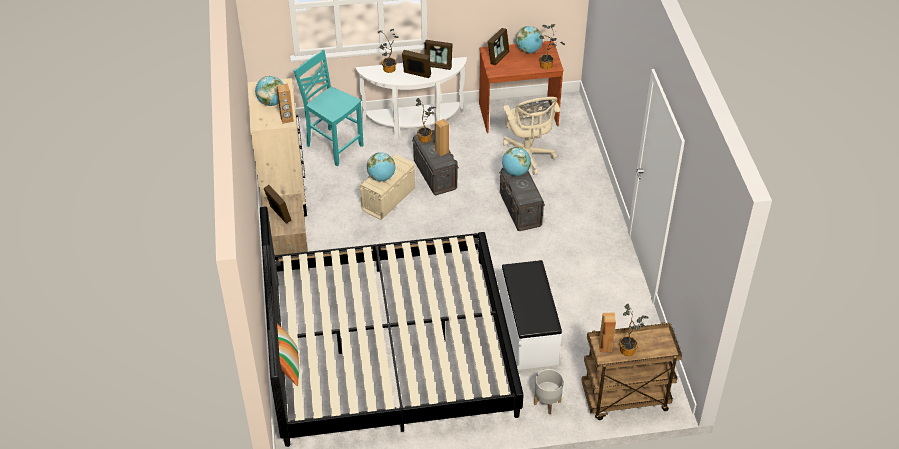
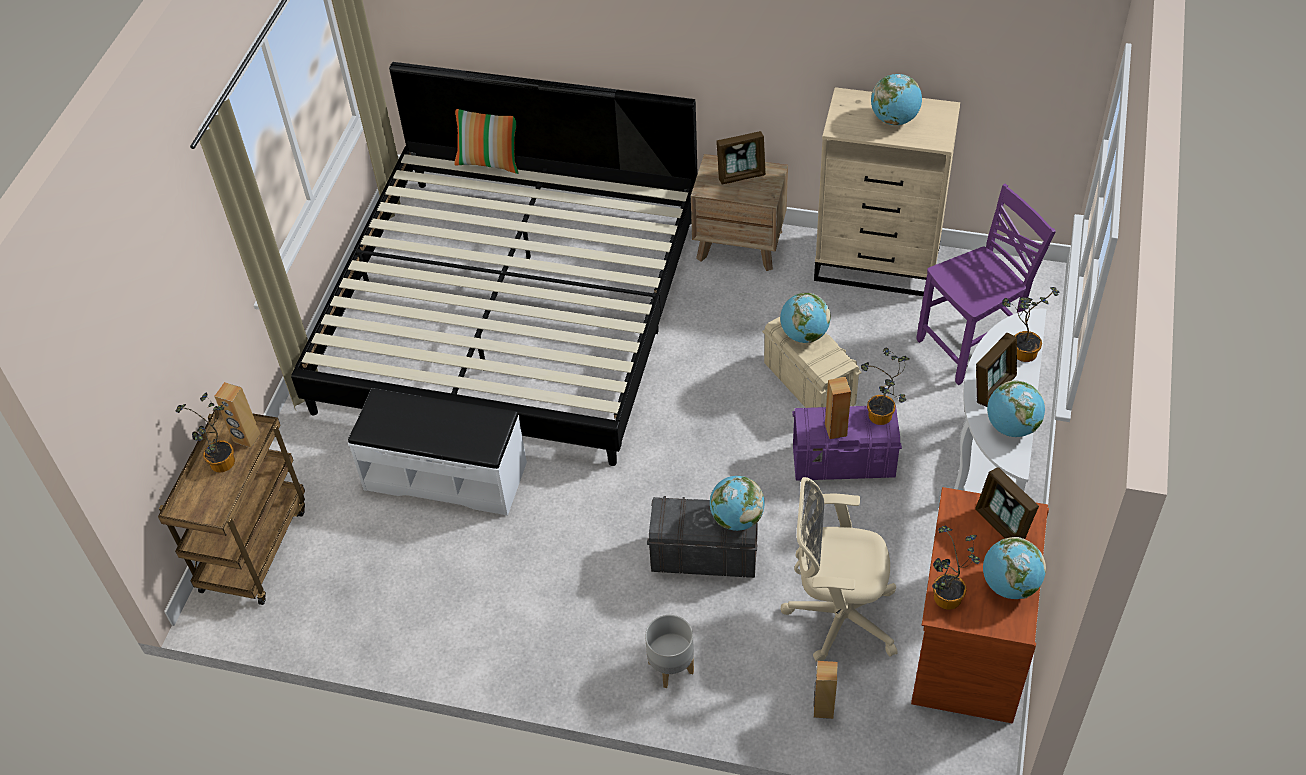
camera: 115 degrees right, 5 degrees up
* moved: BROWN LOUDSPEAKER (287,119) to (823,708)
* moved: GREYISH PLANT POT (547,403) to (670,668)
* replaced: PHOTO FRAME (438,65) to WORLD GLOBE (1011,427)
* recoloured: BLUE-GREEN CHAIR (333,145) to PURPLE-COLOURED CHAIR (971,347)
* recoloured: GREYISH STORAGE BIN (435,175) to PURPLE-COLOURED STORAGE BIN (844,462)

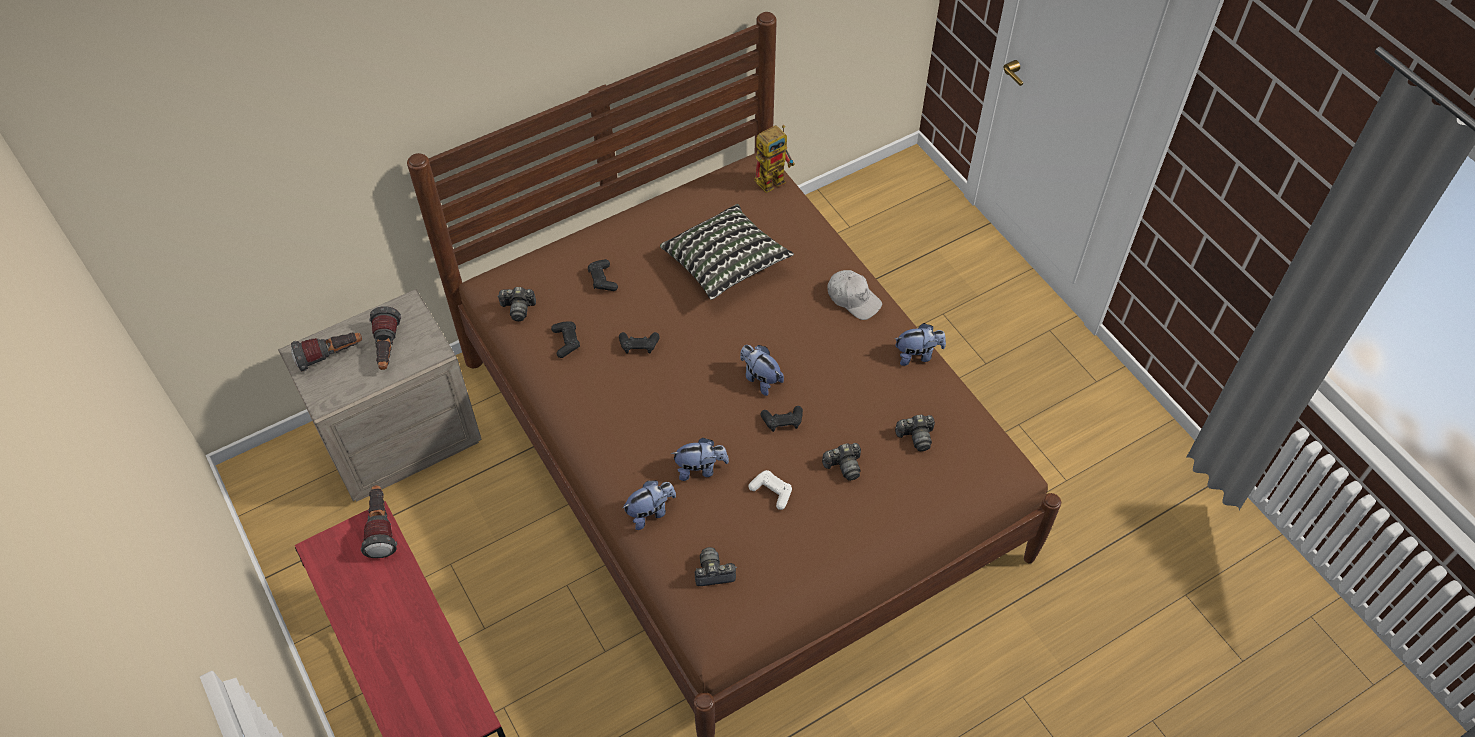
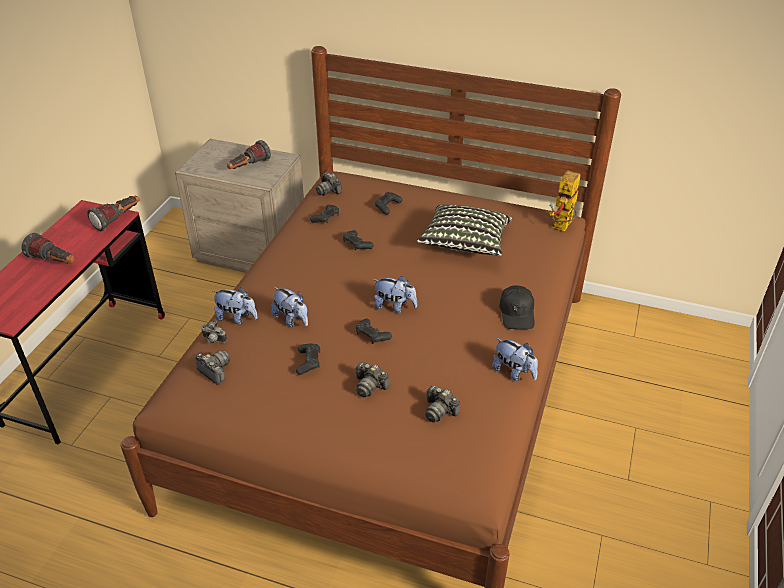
camera: 50 degrees right, 15 degrees down
* added: PHOTO CAMERA (213,340)
* moved: HAND TORCH (331,356) to (54,262)
* recoloured: WHITE GAMEPAD (771,492) to BLACK GAMEPAD (308,362)
* recoloured: WHITE CAP (853,299) to BLACK CAP (517,313)
* turned: PLUSH TOY (760,378) = (394,306) 105 degrees clockwise
* turned: ROBOT FIGURE (774,178) = (562,227) 105 degrees clockwise

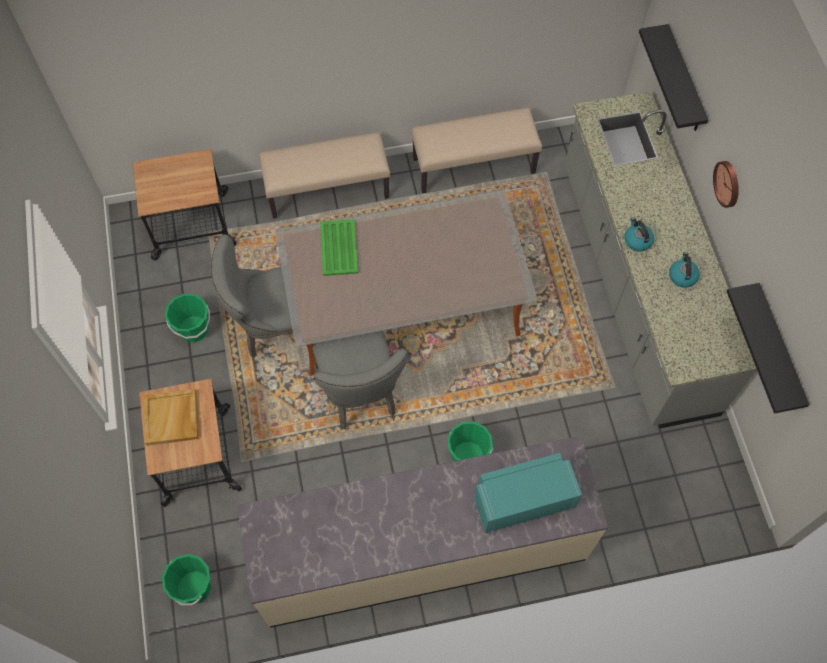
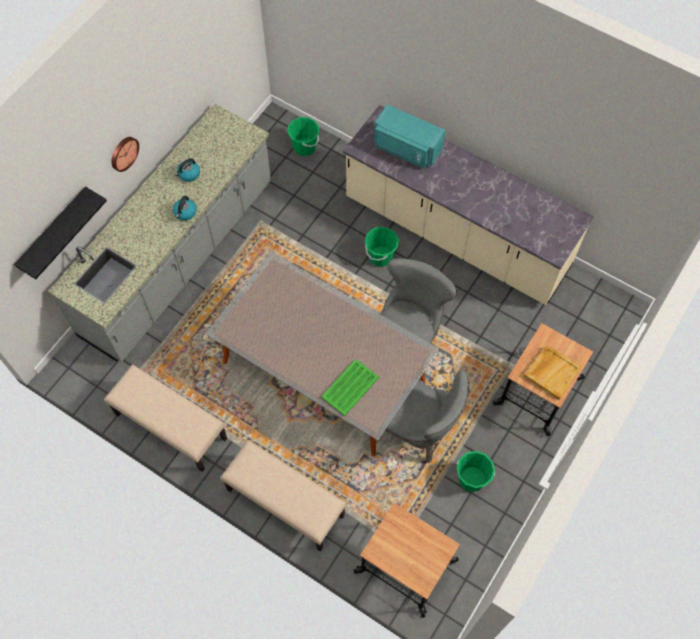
camera: 135 degrees left, 0 degrees up
* removed: BLACK WALL SHELF (777,349)
* moved: GREEN-COLOURED PAIL (194,587) to (304,147)

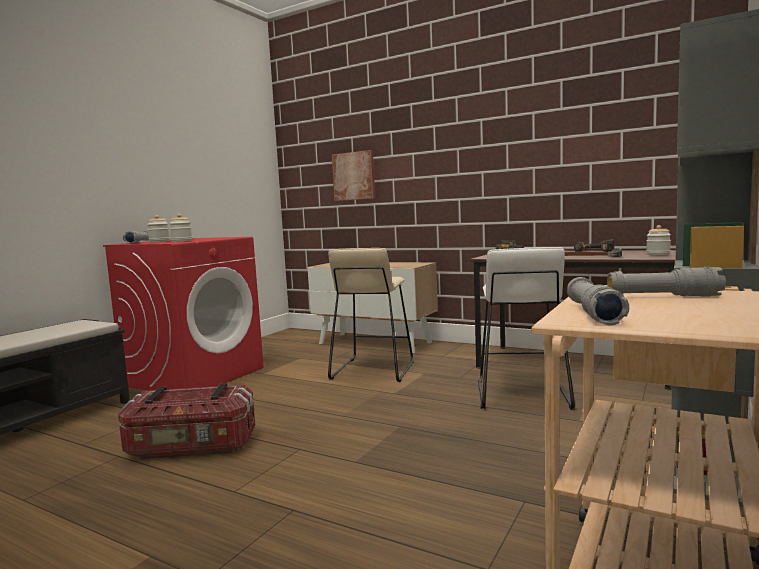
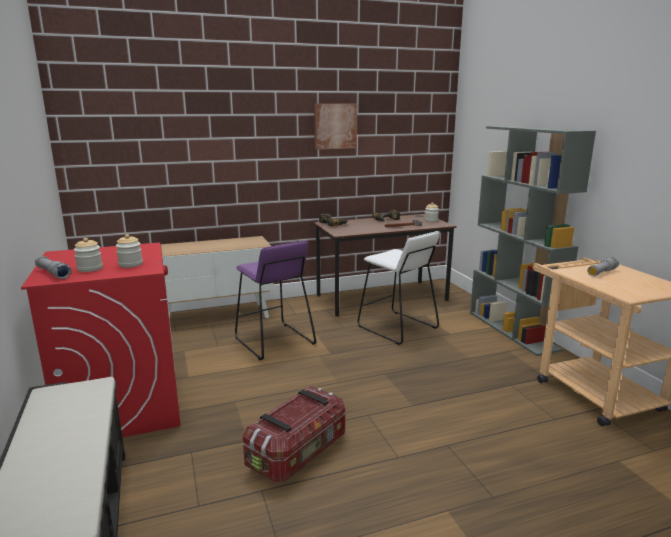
camera: 50 degrees left, 10 degrees up
* removed: GREYISH HAND TORCH (593,314)
* moved: PICTURE (354,176) to (335,126)
* recoloured: BEIGE STOOL SEAT (372,370) to PURPLE-COLOURED STOOL SEAT (273,341)

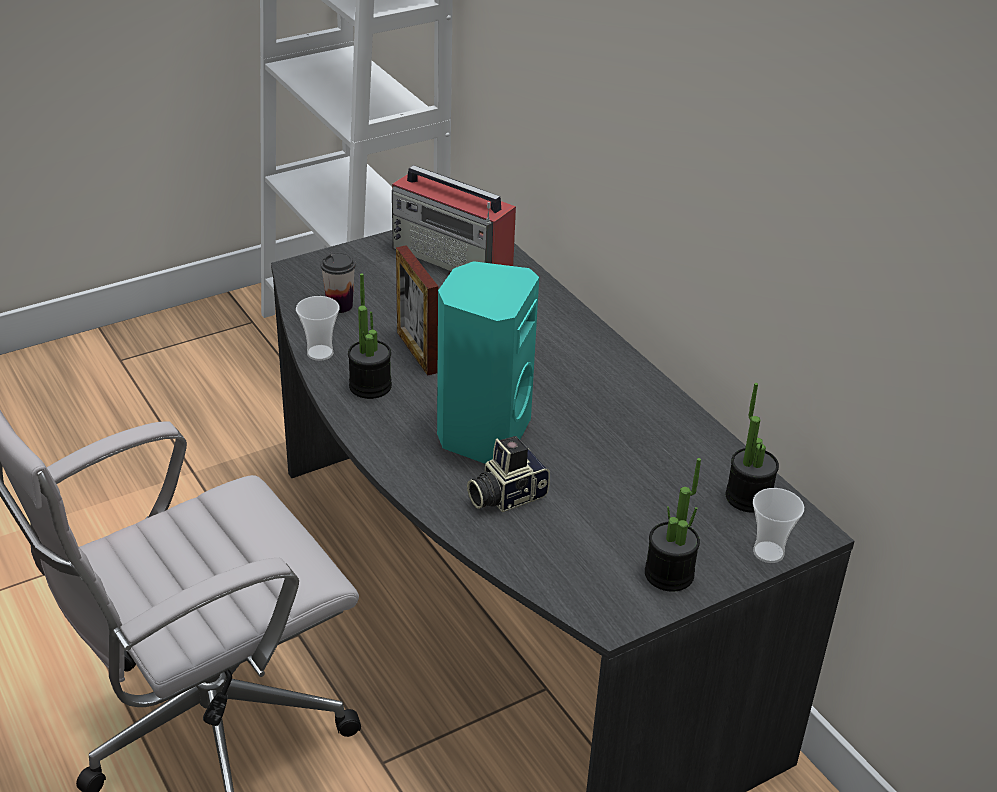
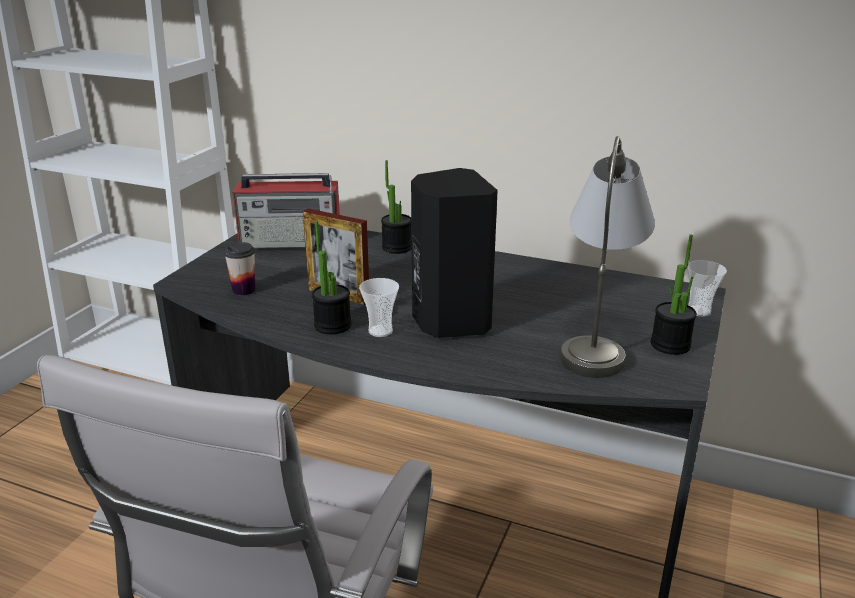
camera: 35 degrees left, 10 degrees down
* removed: PHOTO CAMERA (505,495)
* added: GREYISH TABLE LAMP (598,339)
* moved: SMALL CUP (320,353) to (380,331)
* moved: HOUSEPLANT (748,497) to (397,247)
* recoloured: BLUE-GREEN LOUDSPEAKER (481,434) to BLACK LOUDSPEAKER (449,321)

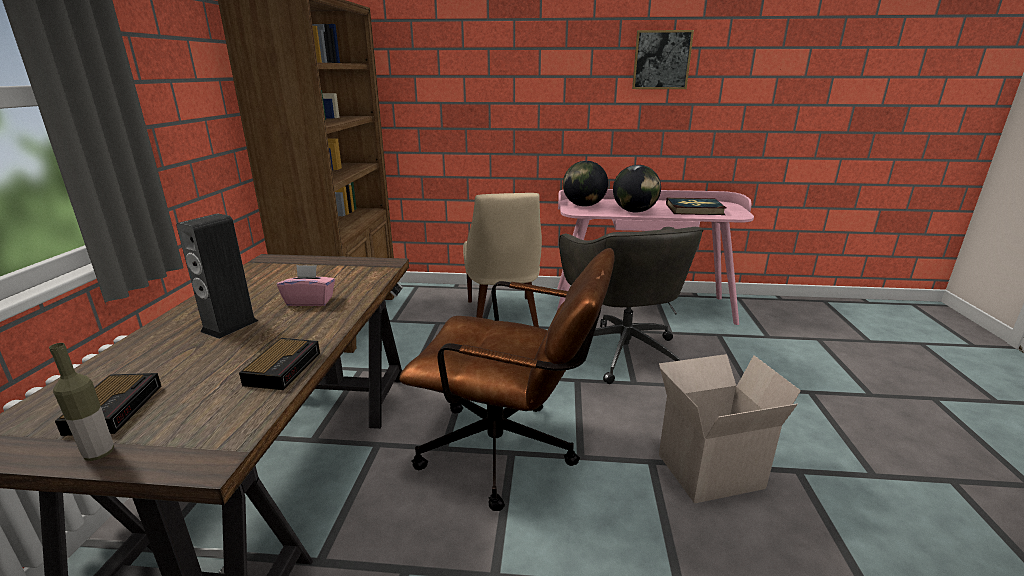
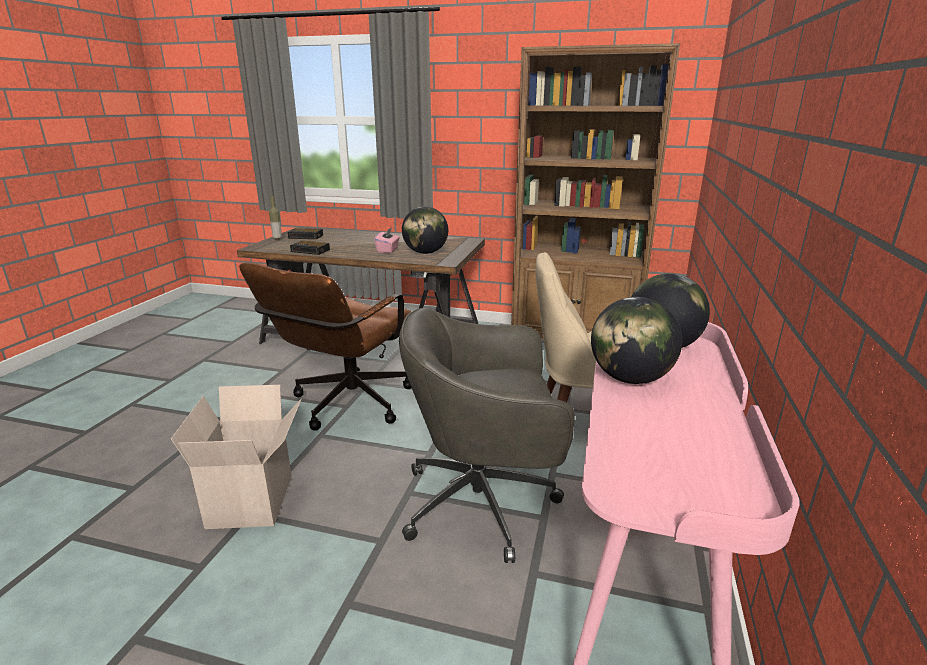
camera: 100 degrees right, 0 degrees up
* removed: LOUDSPEAKER (230,326)
* removed: PICTURE (661,60)
* removed: BOUND BOOK (694,209)
* added: WORLD GLOBE (425,253)

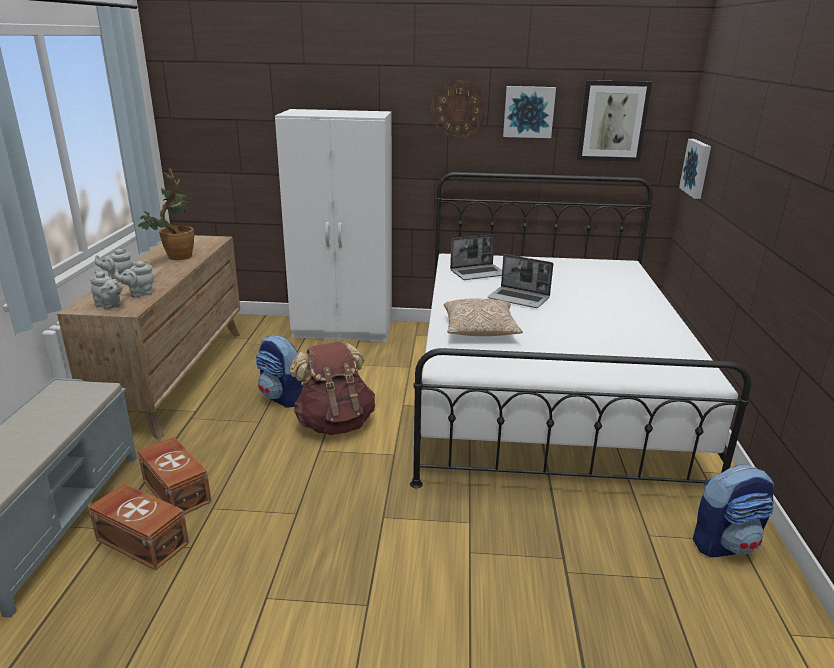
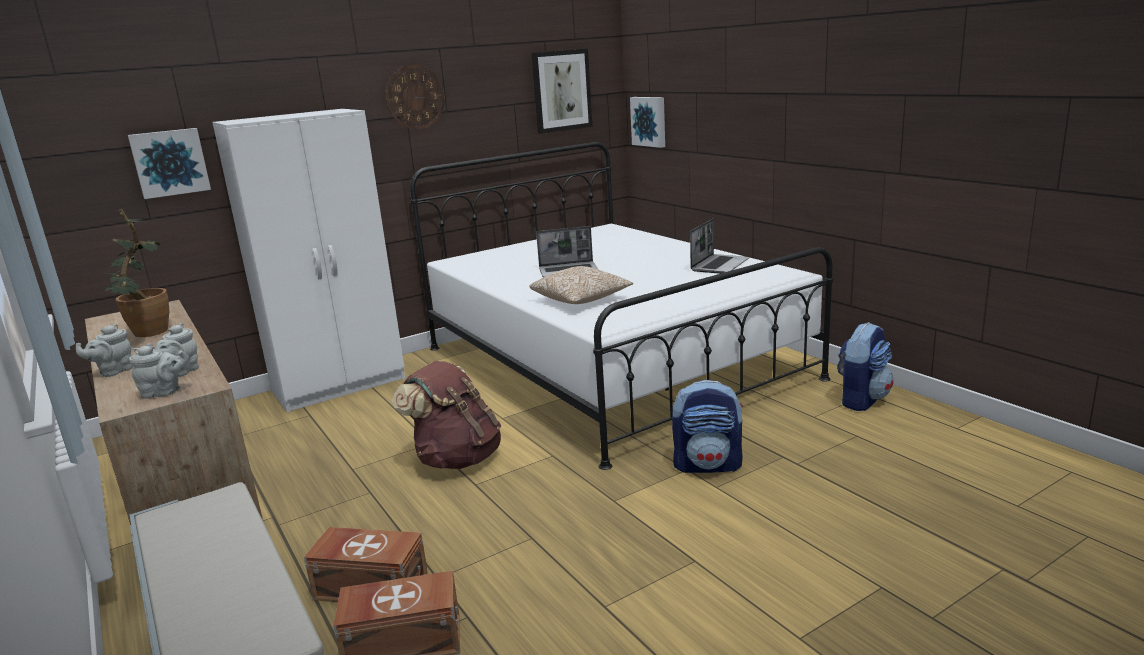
camera: 35 degrees left, 5 degrees down
* moved: KNAPSACK (283,397) to (708,465)
* moved: LAPTOP (478,273) to (719,265)
* moved: PICTURE (528,112) to (170,162)

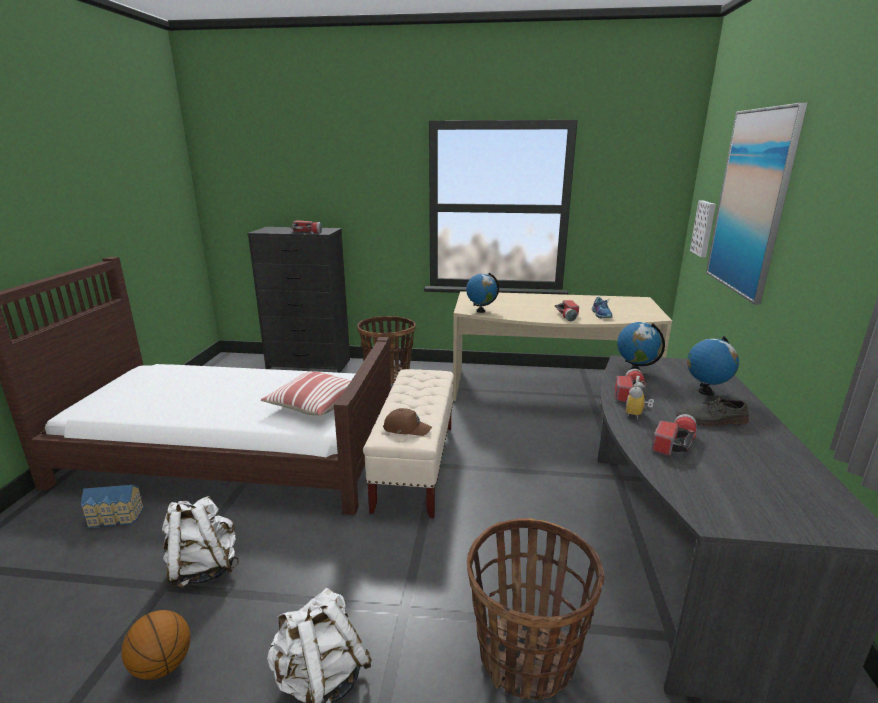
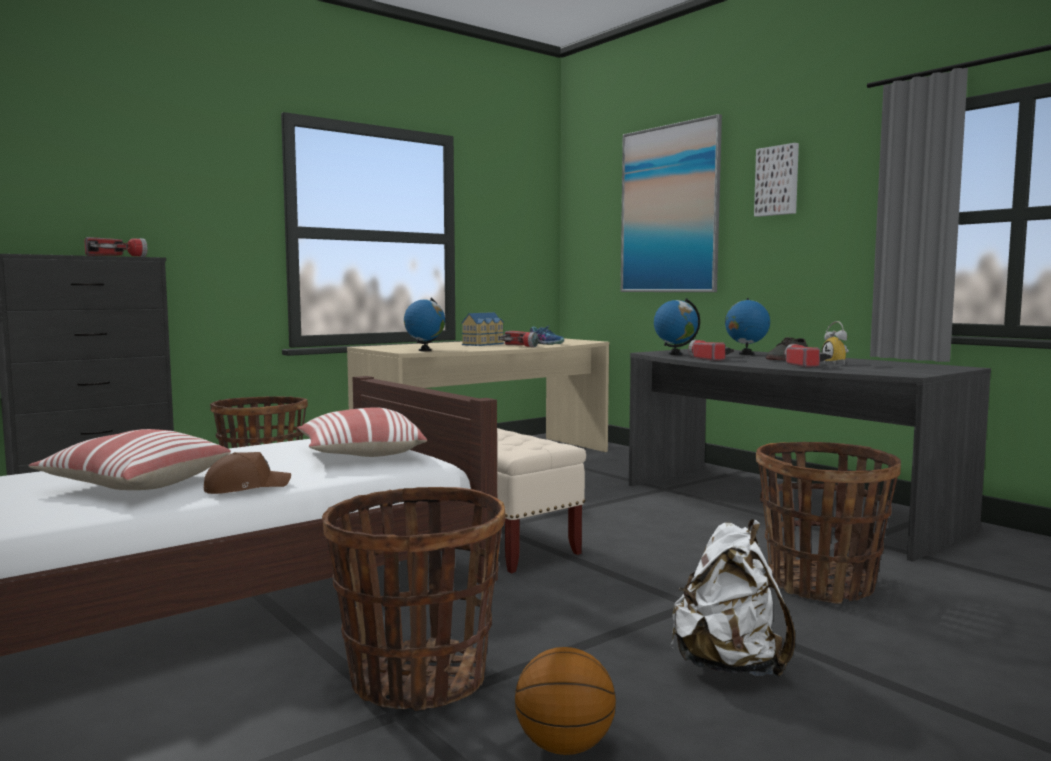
camera: 45 degrees left, 15 degrees down
* added: PILLOW (135,484)
* moved: MINIATURE HOUSE (115,518) to (484,344)
* moved: BROWN CAP (406,428) to (246,487)
* moved: BEDSIDE CLOCK (637,415) to (837,363)
* moved: PICTURE (705,228) to (777,181)
* replaced: WHITE KNAPSACK (204,568) to HOUSEHOLD BASKET (417,679)

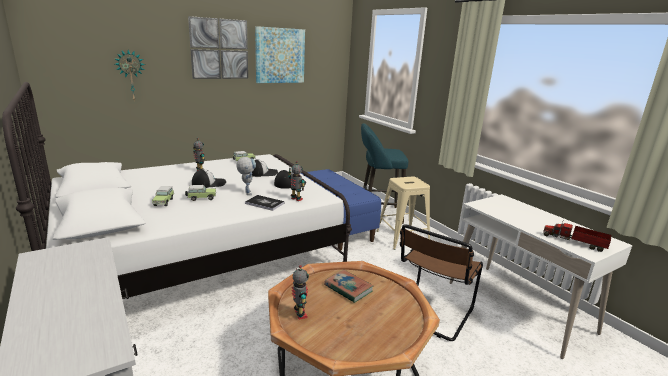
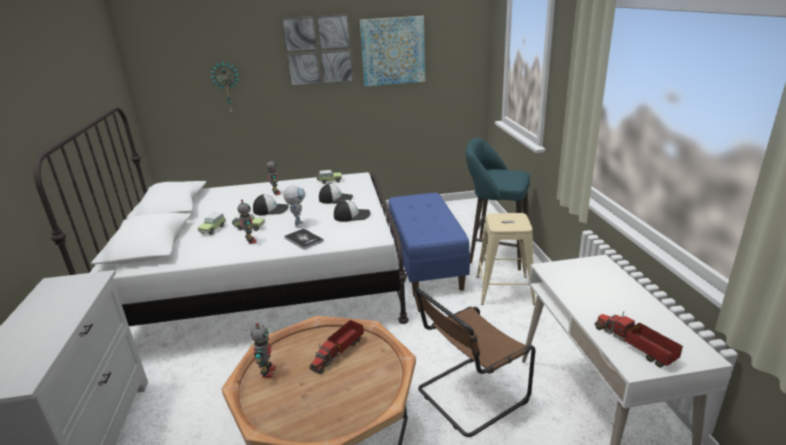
camera: 25 degrees right, 5 degrees up
* moved: ROBOT FIGURE (296,199) to (250,241)
* replaced: BOUND BOOK (348,288) to MODEL TRUCK (338,352)

